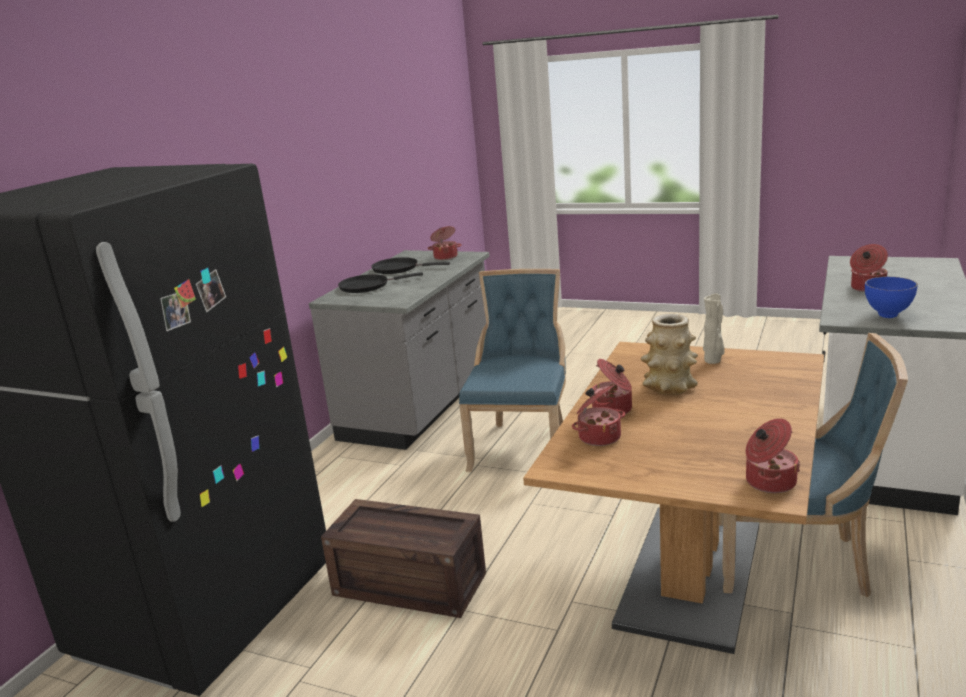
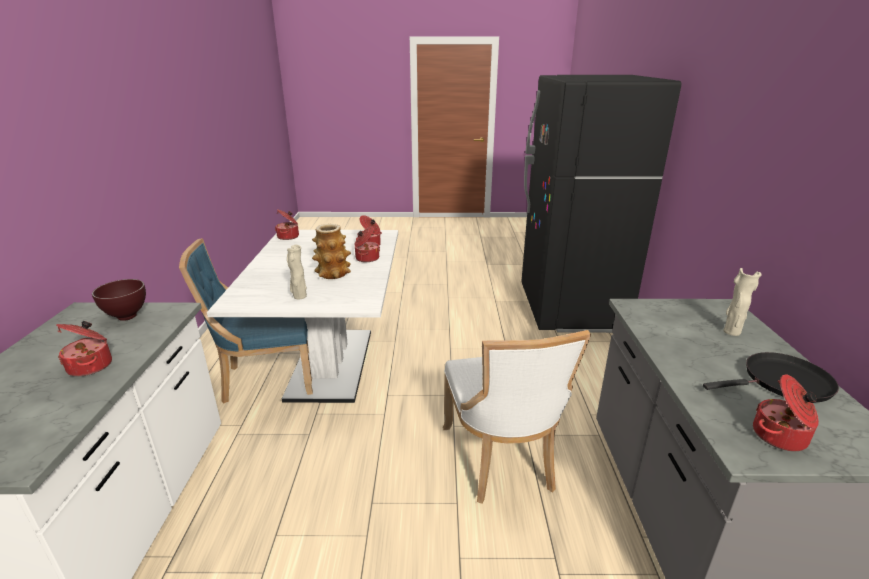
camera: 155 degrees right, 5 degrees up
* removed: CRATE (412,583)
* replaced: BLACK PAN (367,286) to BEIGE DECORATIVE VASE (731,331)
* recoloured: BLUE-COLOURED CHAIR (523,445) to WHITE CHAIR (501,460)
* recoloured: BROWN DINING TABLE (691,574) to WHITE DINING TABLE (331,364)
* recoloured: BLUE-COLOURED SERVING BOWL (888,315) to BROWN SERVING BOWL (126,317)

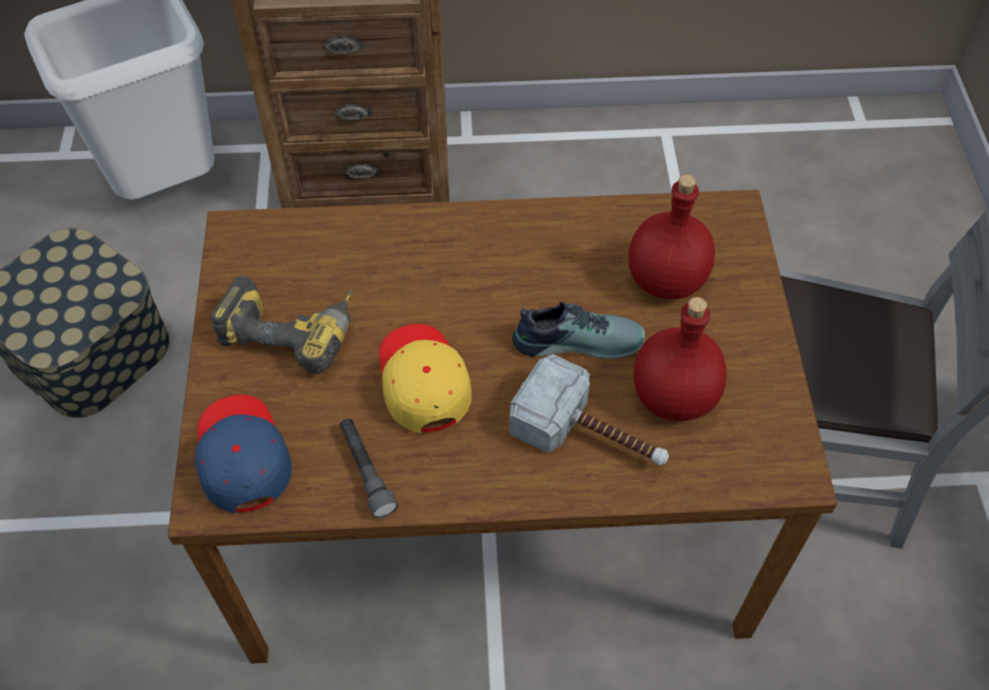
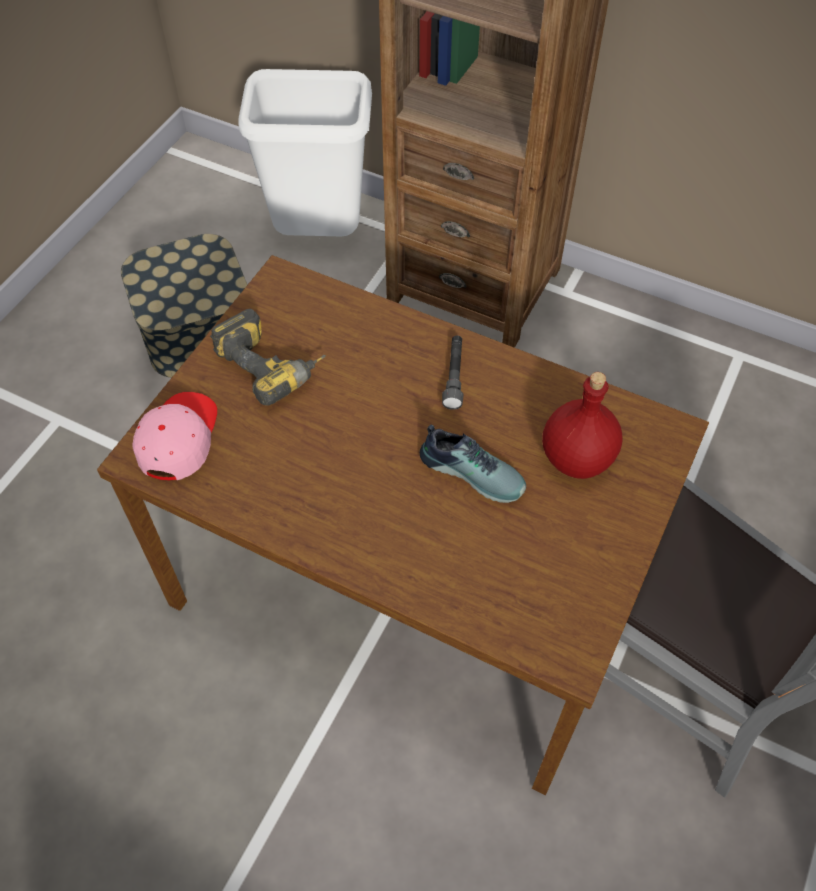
camera: 30 degrees right, 0 degrees up
* removed: YELLOW CAP (422,381)
* removed: HAMMER (591,436)
* removed: RED BEVERAGE BOTTLE (674,395)
* moved: GREYISH HAND TORCH (366,471) to (454,376)
* recoloured: BLUE-COLOURED CAP (242,456) to PINK CAP (178,439)

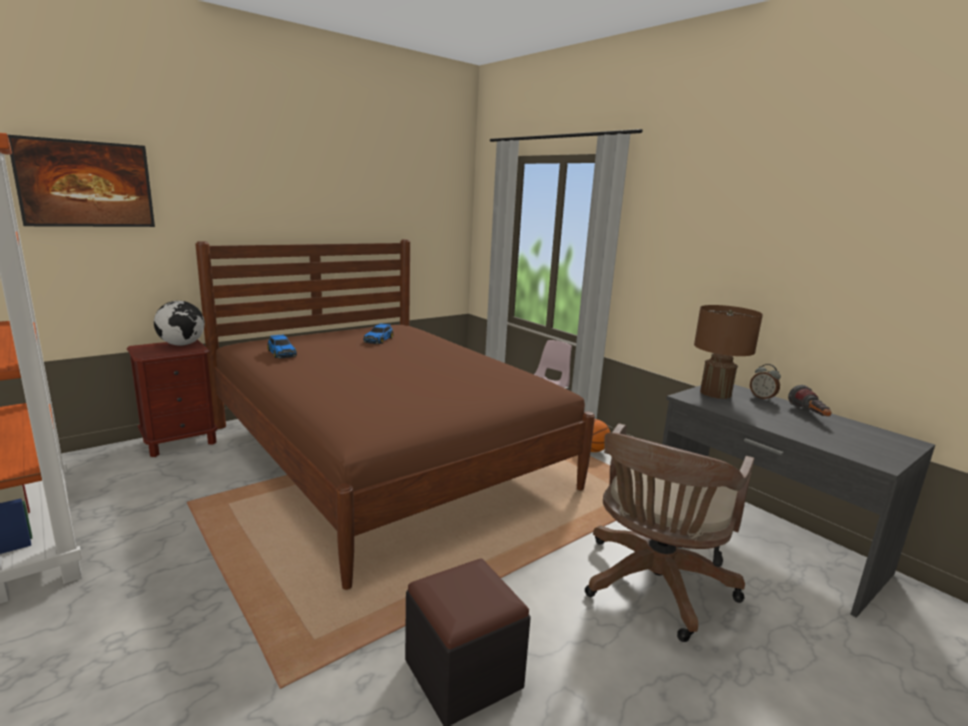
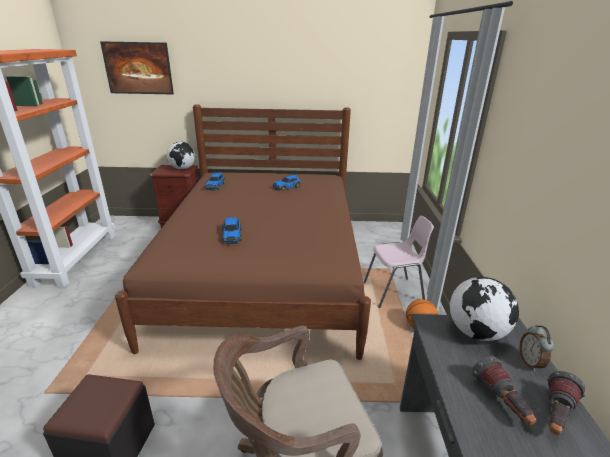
camera: 40 degrees right, 10 degrees up
* added: MINIATURE CAR (232,235)
* added: HAND TORCH (501,402)
* replaced: BROWN TABLE LAMP (715,393) to WORLD GLOBE (476,332)

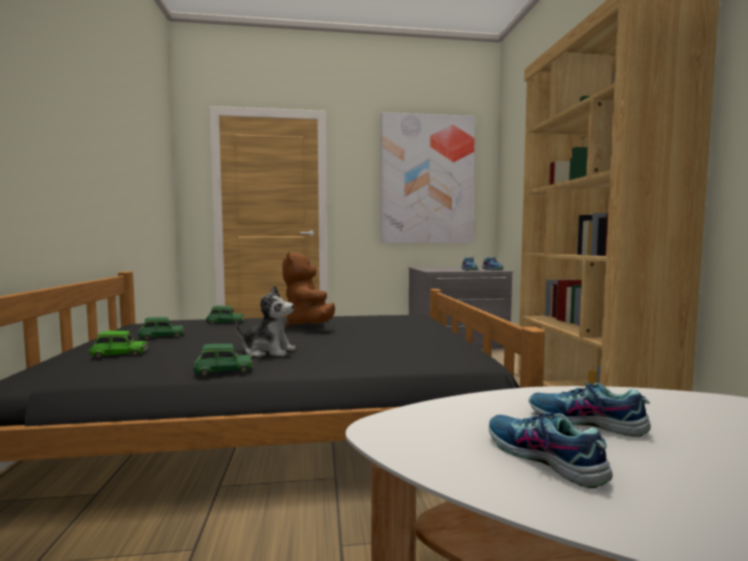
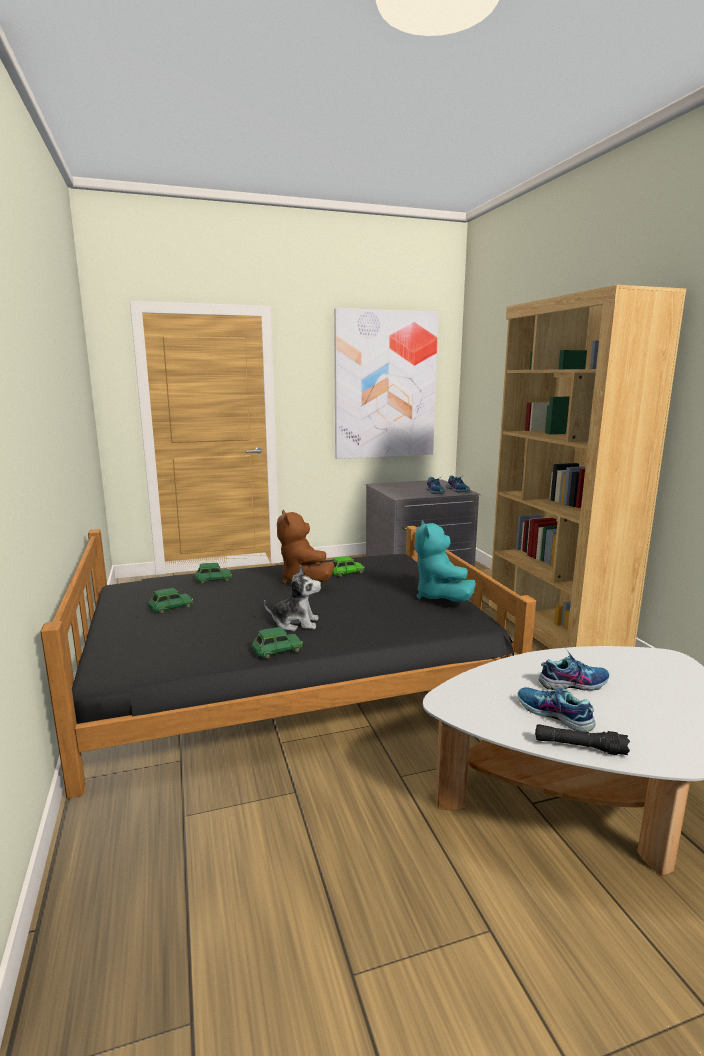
camera: 10 degrees left, 10 degrees up
* added: BLUE-GREEN PLUSH TOY (440,597)
* added: BLACK HAND TORCH (579,747)
* moved: GREEN-COLOURED MINIATURE CAR (119,353) to (346,572)
* turned: ITEM OF FOOTWEAR (585,422) = (573,683) 150 degrees clockwise

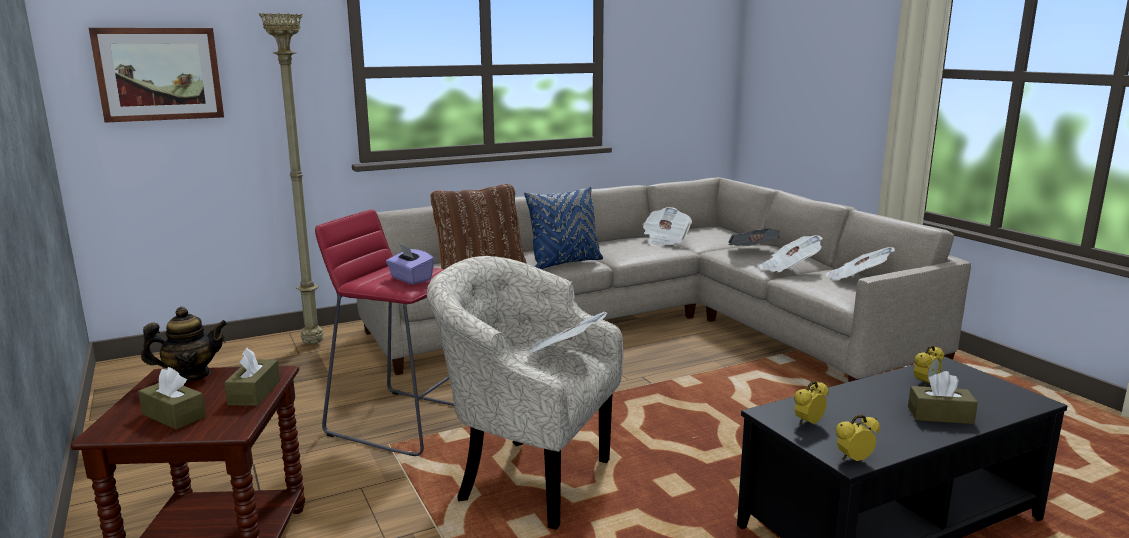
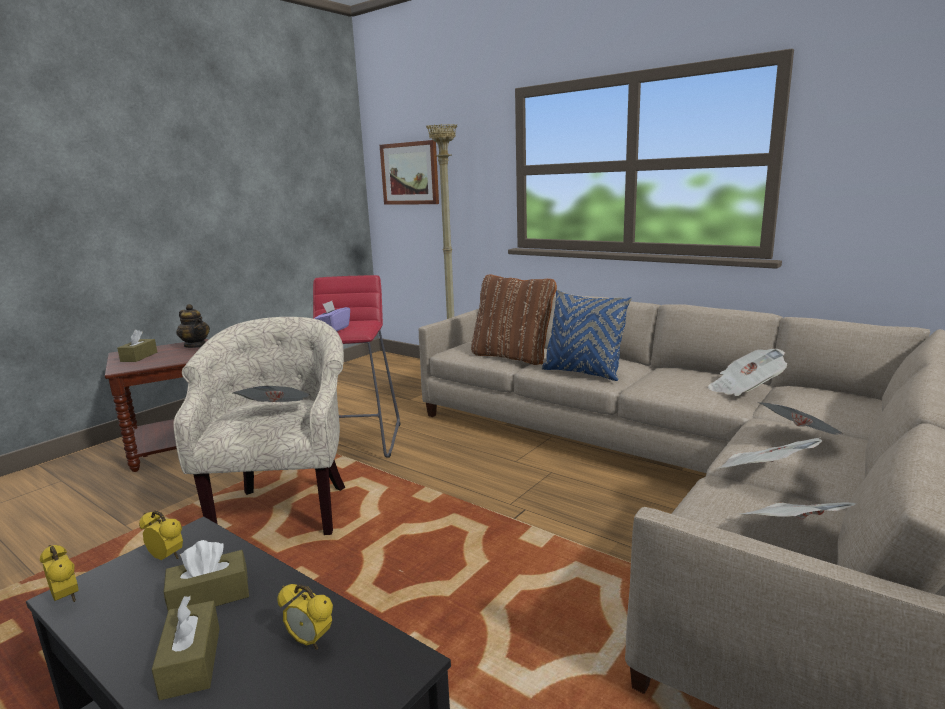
camera: 65 degrees right, 0 degrees up
* moved: BROWN TISSUE HOLDER (254,393) to (210,596)

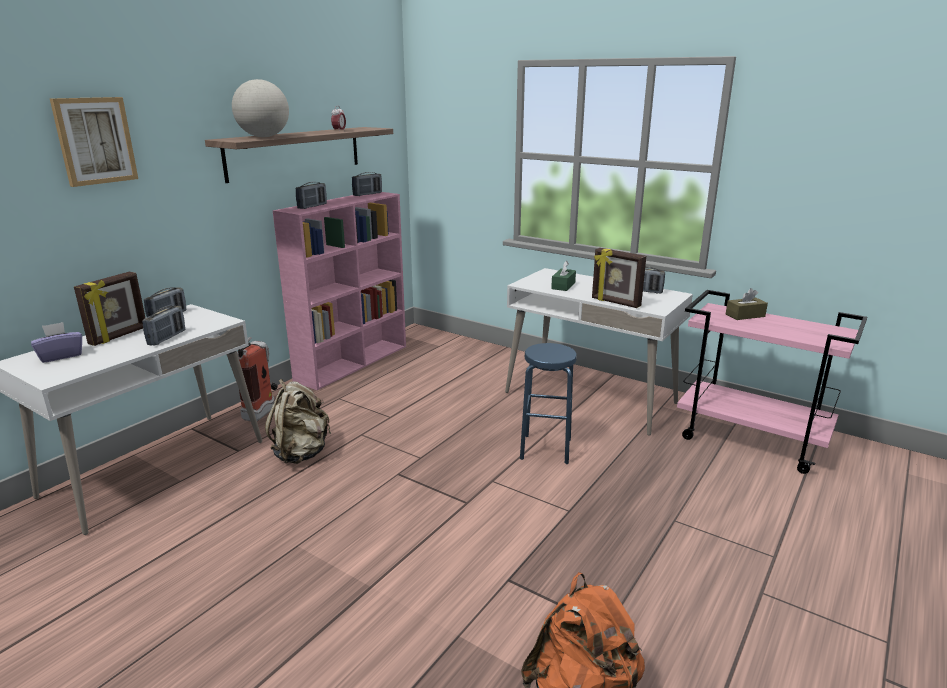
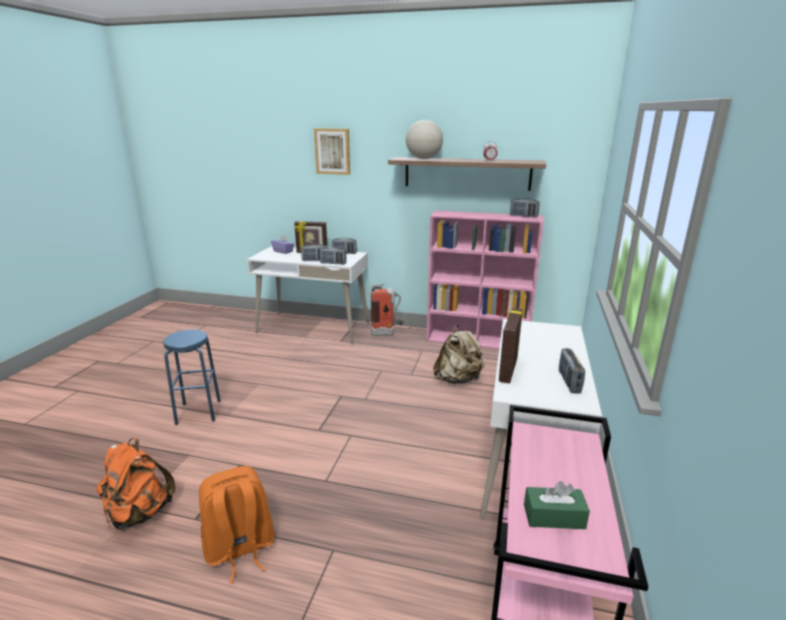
camera: 70 degrees right, 0 degrees up
* removed: BROWN TISSUE HOLDER (745,315)
* added: ORANGE KNAPSACK (240,549)
* moved: BEIGE KNAPSACK (301,453) to (458,379)
* moved: RADIO RECEIVER (312,206) to (333,263)
* moved: BLUE-COLOURED STOOL SEAT (545,449) to (198,412)
* moved: GREEN-COLOURED TISSUE HOLDER (563,286) to (554,517)

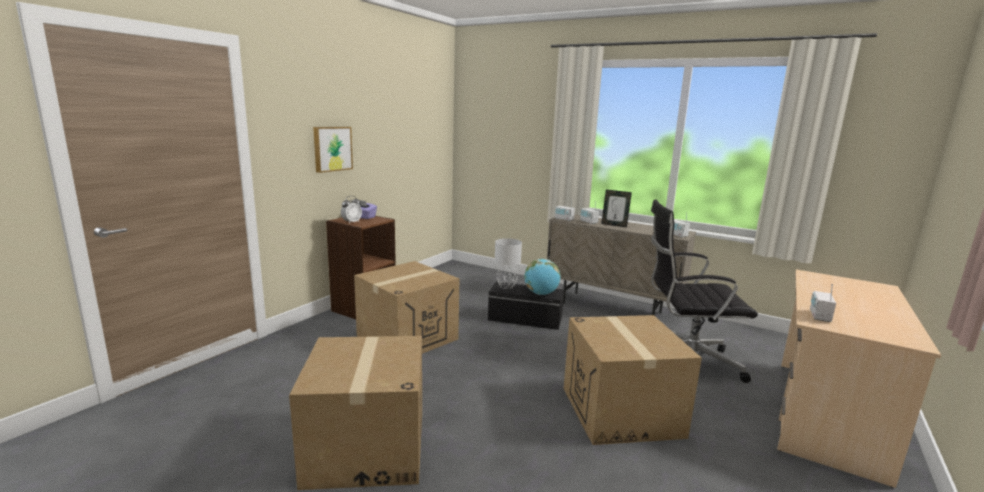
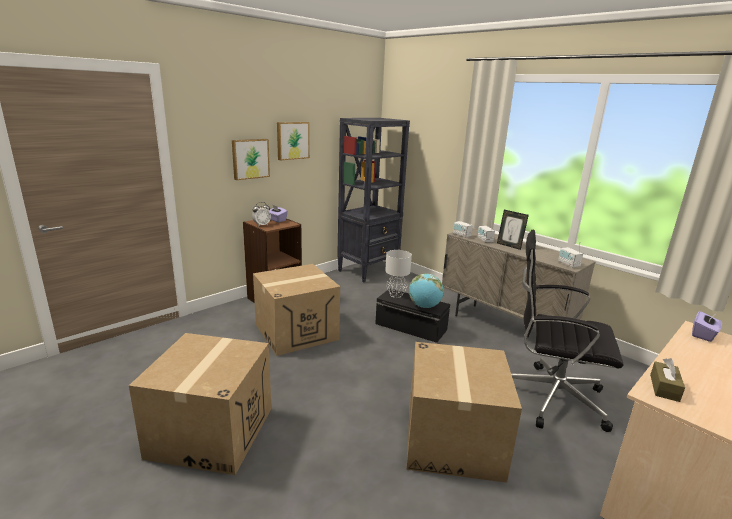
camera: 15 degrees right, 5 degrees up
* added: PICTURE (292,140)
* added: BLACK BOOKCASE (368,270)
* added: PURPLE-COLOURED TISSUE HOLDER (703,335)
* replaced: RADIO RECEIVER (819,316) to BROWN TISSUE HOLDER (664,388)

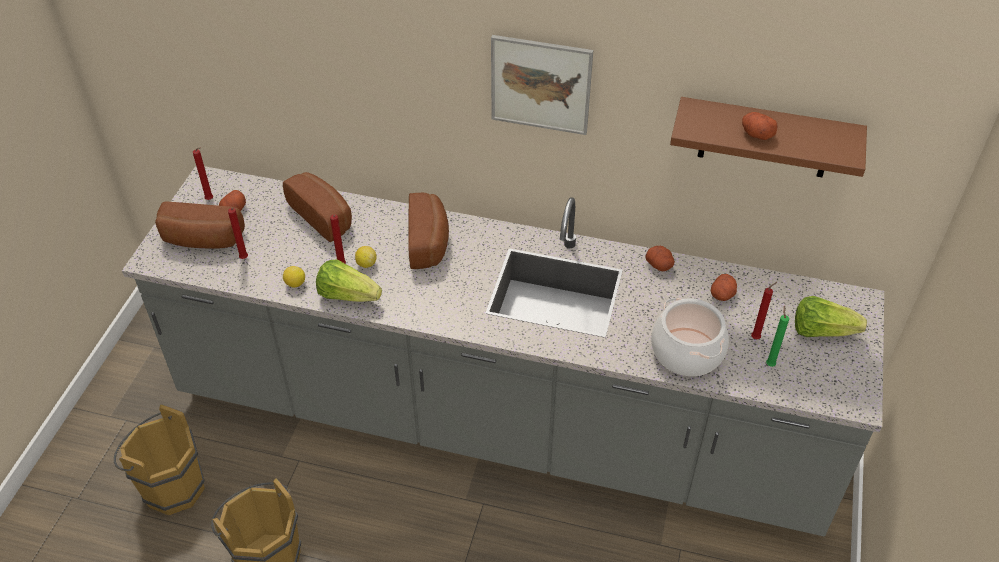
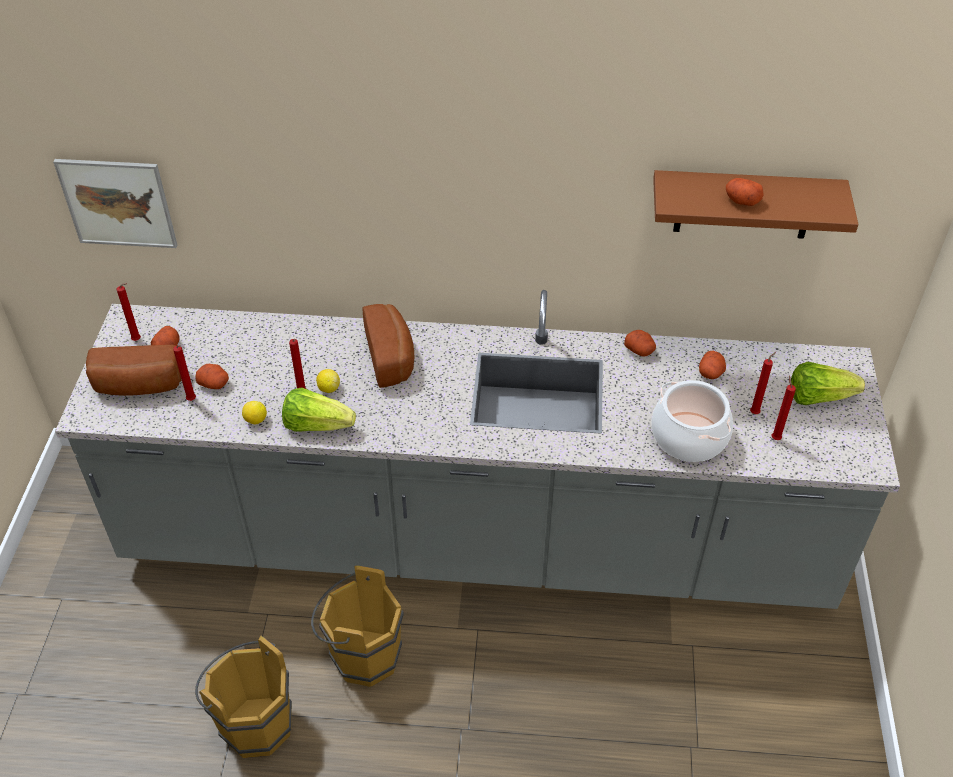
camera: 10 degrees left, 0 degrees up
* removed: BREAD (323,215)
* added: POTATO (214,383)
* moved: BROWN PAIL (170,487) to (361,655)
* moved: PICTURE (540,84) to (118,203)
* recoloured: GREEN-COLOURED WAX LIGHT (770,364) to RED WAX LIGHT (775,437)

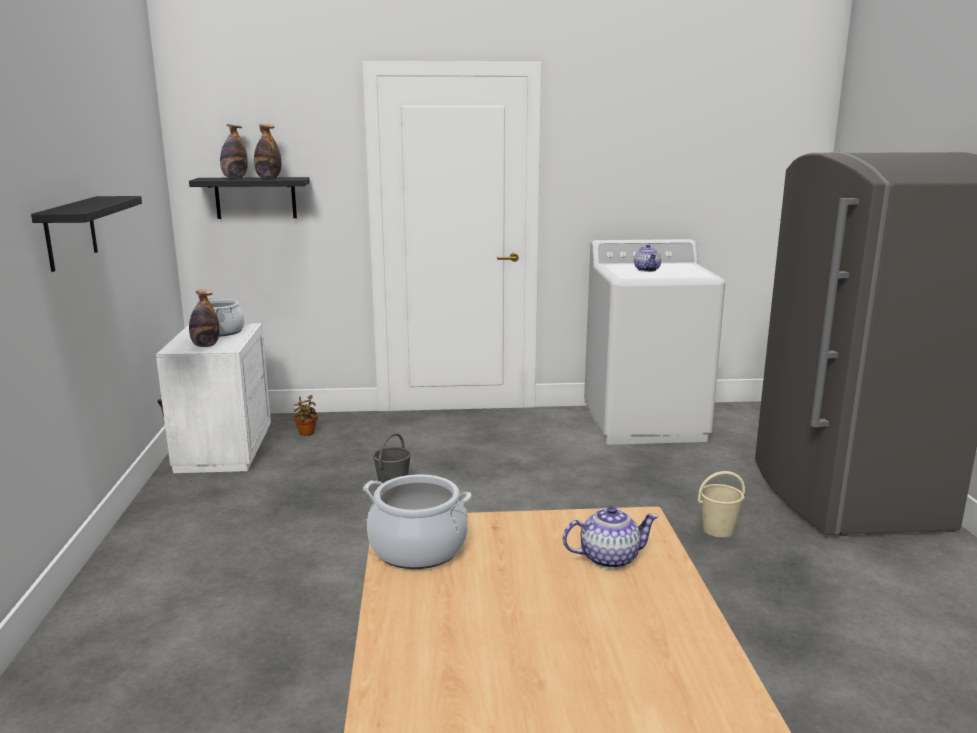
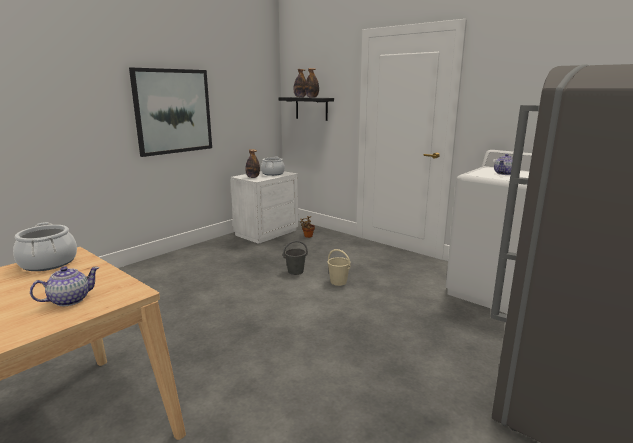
camera: 45 degrees right, 0 degrees up
* moved: BEIGE PAIL (718,530) to (338,282)
* replaced: BLACK WALL SHELF (70,233) to PICTURE (173,111)
* turned: POT FOR TEA (608,558) = (69,300) 75 degrees counterclockwise

